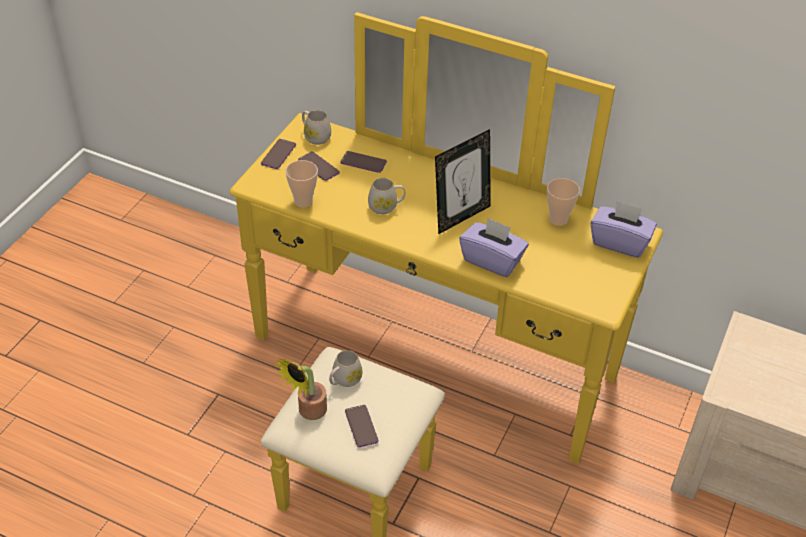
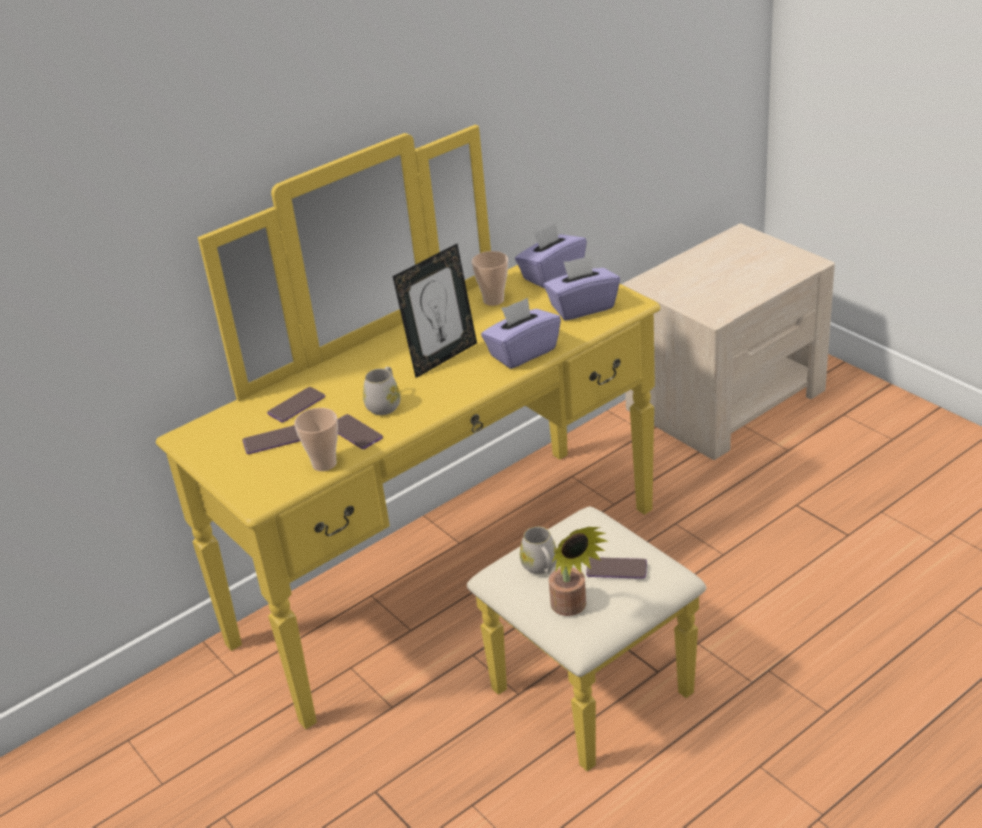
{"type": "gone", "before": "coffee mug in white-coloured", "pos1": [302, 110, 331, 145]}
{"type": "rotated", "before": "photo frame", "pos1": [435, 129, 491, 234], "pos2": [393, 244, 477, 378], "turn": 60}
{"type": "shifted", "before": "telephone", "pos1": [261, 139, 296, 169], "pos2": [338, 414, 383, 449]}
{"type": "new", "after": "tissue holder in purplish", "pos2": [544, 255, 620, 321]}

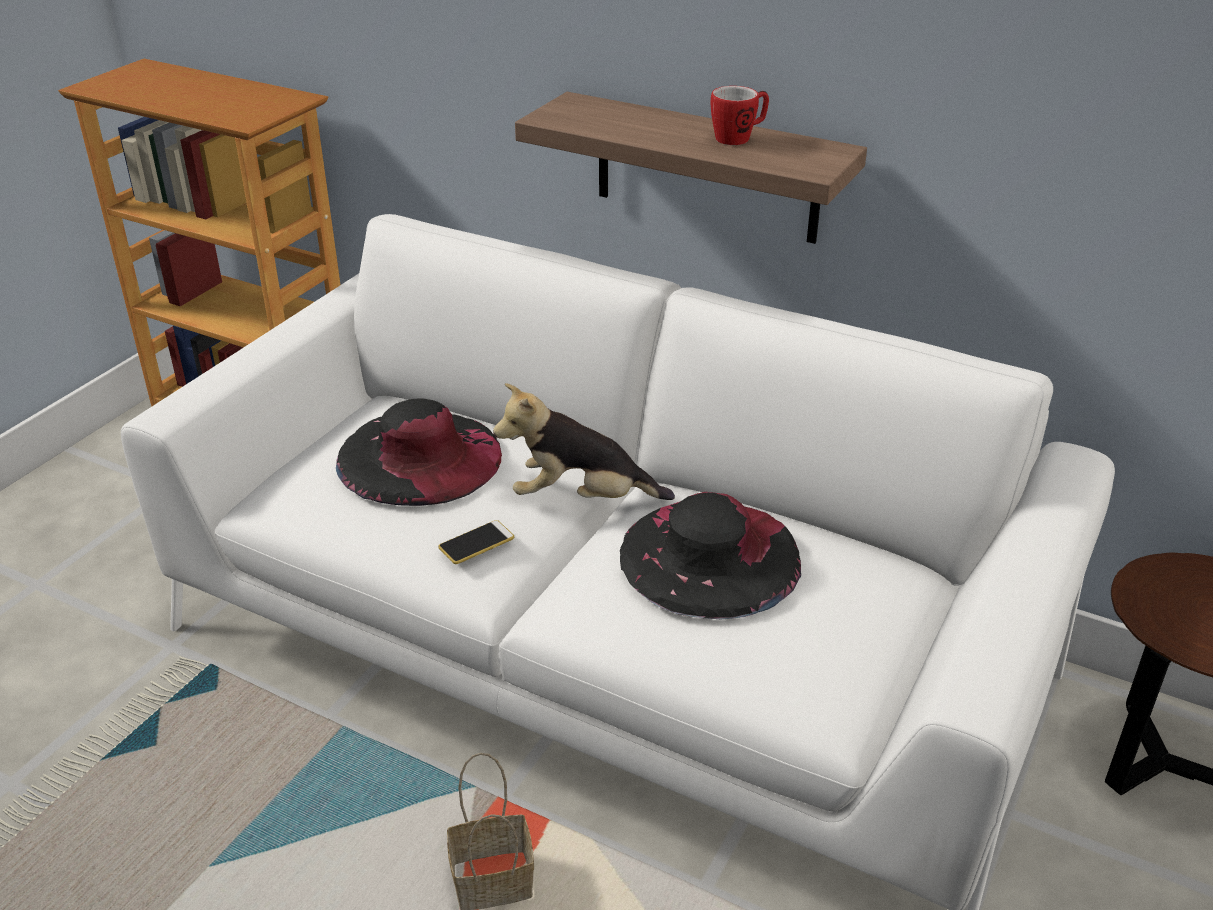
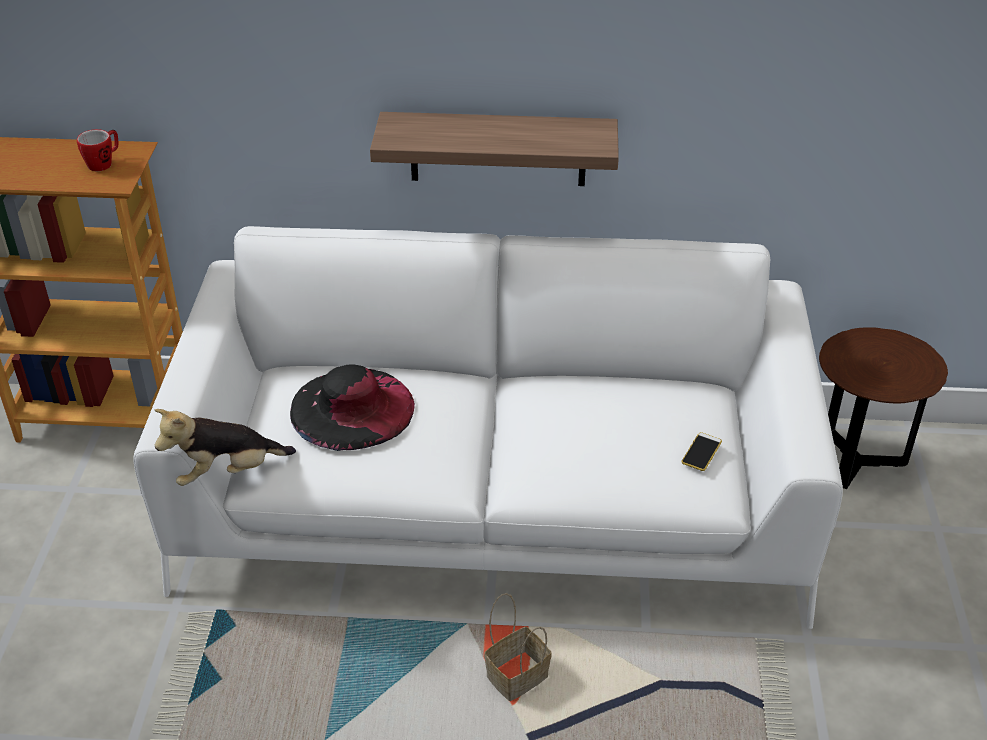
{"type": "shifted", "before": "coffee mug", "pos1": [710, 86, 769, 145], "pos2": [77, 129, 118, 171]}
{"type": "shifted", "before": "plush toy", "pos1": [493, 383, 675, 500], "pos2": [154, 409, 296, 486]}
{"type": "gone", "before": "clothing hat in black-coloured", "pos1": [620, 492, 801, 619]}
{"type": "shifted", "before": "telephone", "pos1": [438, 520, 514, 564], "pos2": [681, 432, 722, 471]}

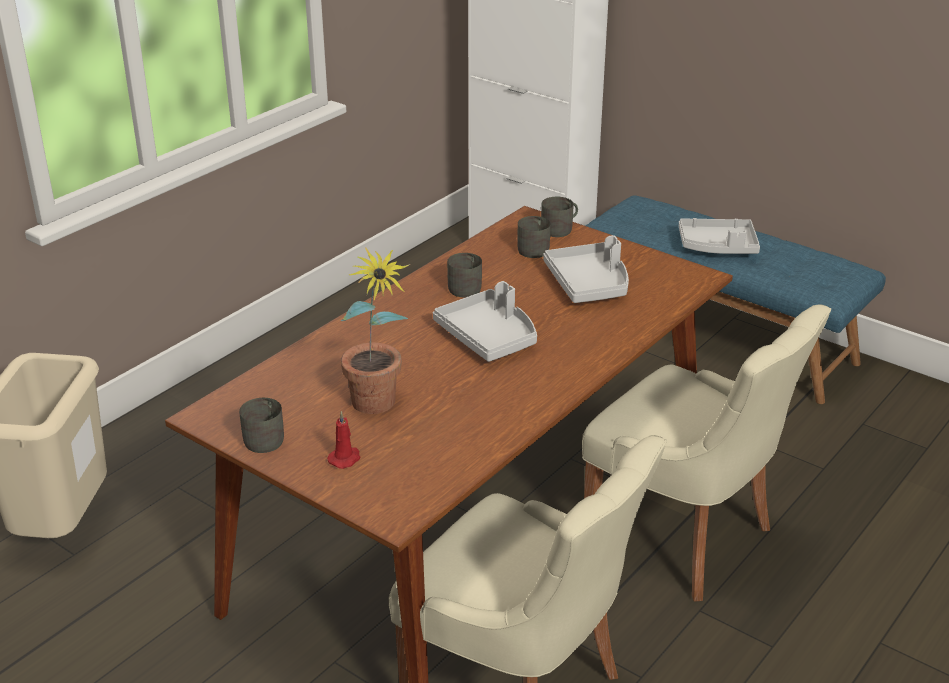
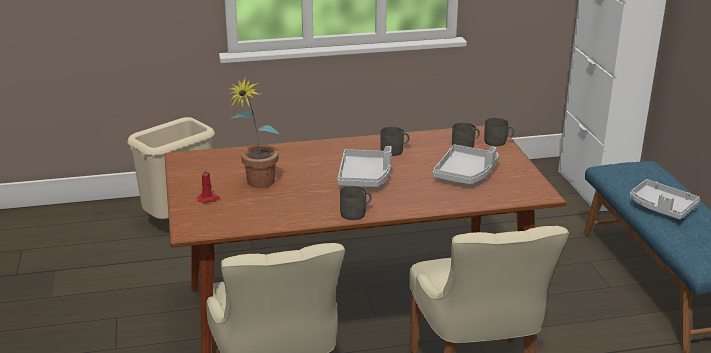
{"type": "shifted", "before": "coffee mug in greyish", "pos1": [239, 398, 284, 453], "pos2": [340, 186, 372, 220]}

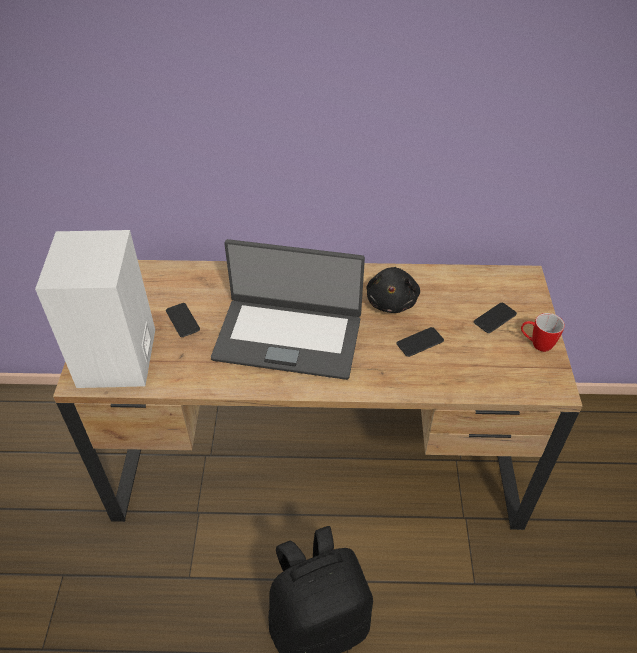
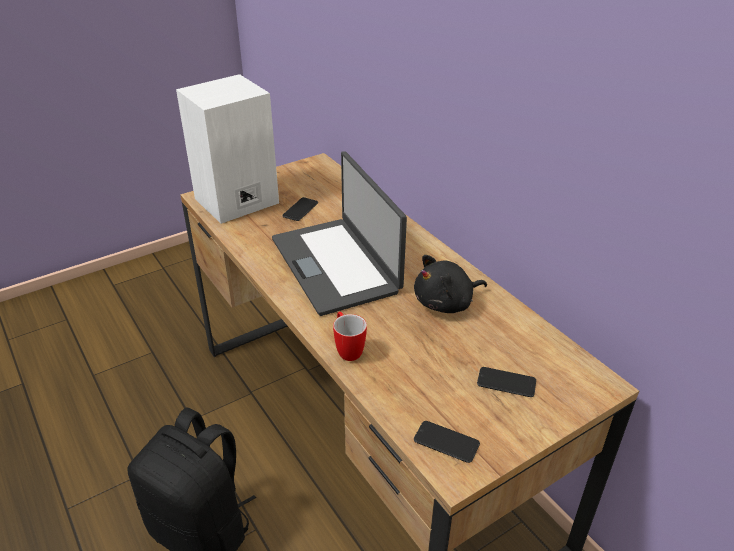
{"type": "shifted", "before": "coffee mug", "pos1": [521, 313, 565, 352], "pos2": [333, 312, 367, 361]}
{"type": "shifted", "before": "telephone", "pos1": [396, 327, 444, 357], "pos2": [414, 421, 480, 463]}

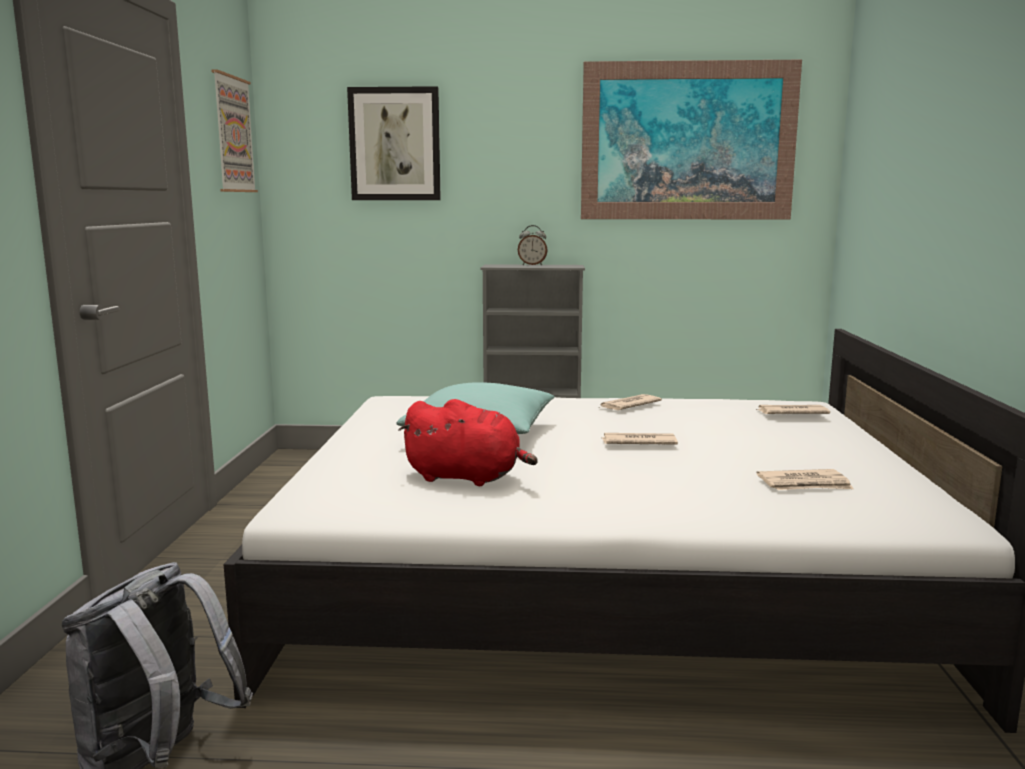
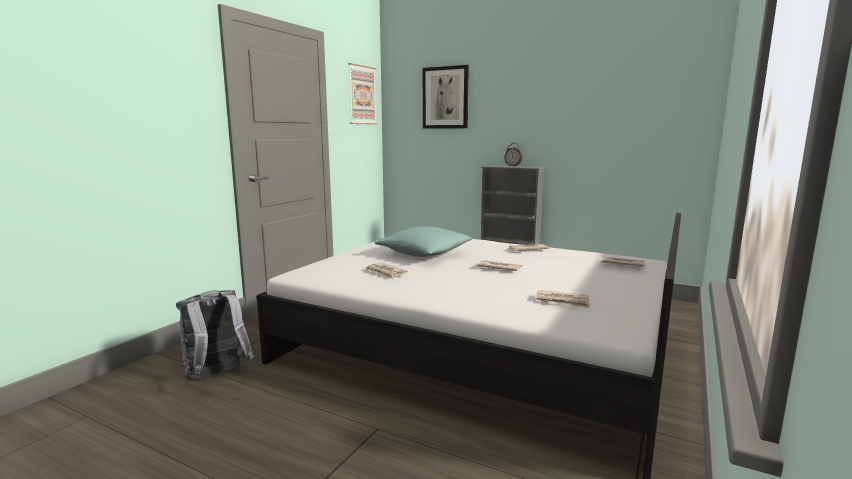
{"type": "gone", "before": "wall picture", "pos1": [581, 60, 802, 219]}
{"type": "swapped", "before": "plush toy in red-coloured", "after": "newspaper", "pos1": [399, 399, 538, 486], "pos2": [366, 262, 408, 279]}

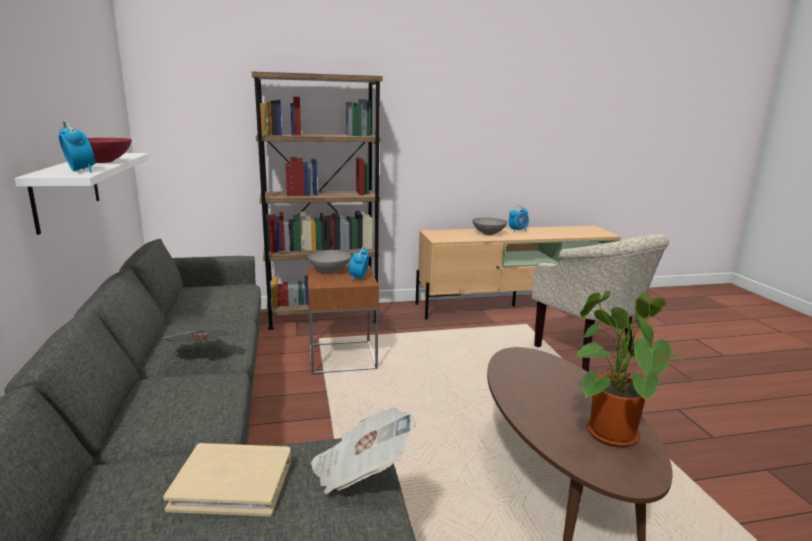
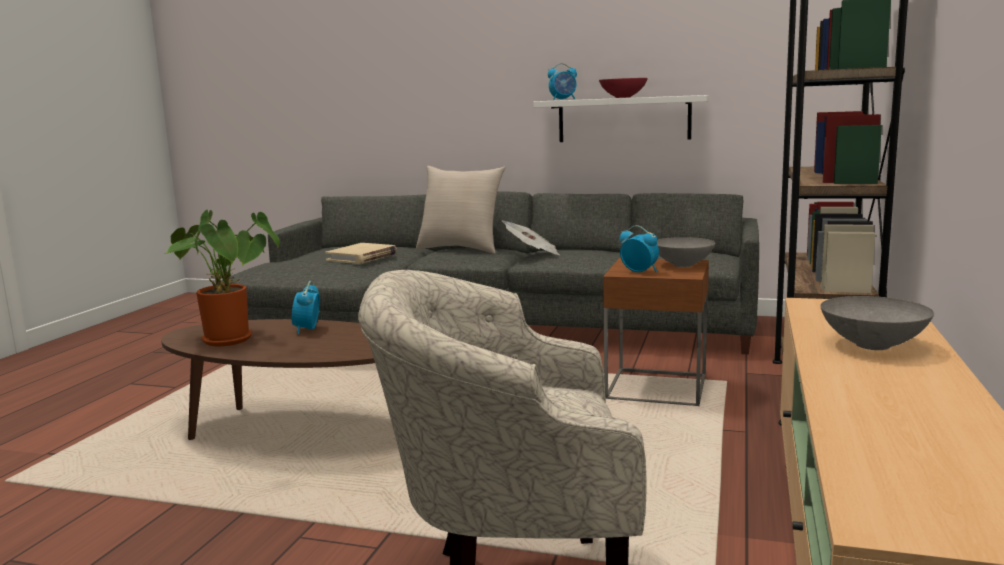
{"type": "shifted", "before": "alarm clock", "pos1": [509, 205, 529, 232], "pos2": [291, 281, 320, 334]}
{"type": "gone", "before": "newspaper", "pos1": [311, 407, 416, 494]}
{"type": "new", "after": "pillow in sand-coloured", "pos2": [416, 166, 505, 254]}

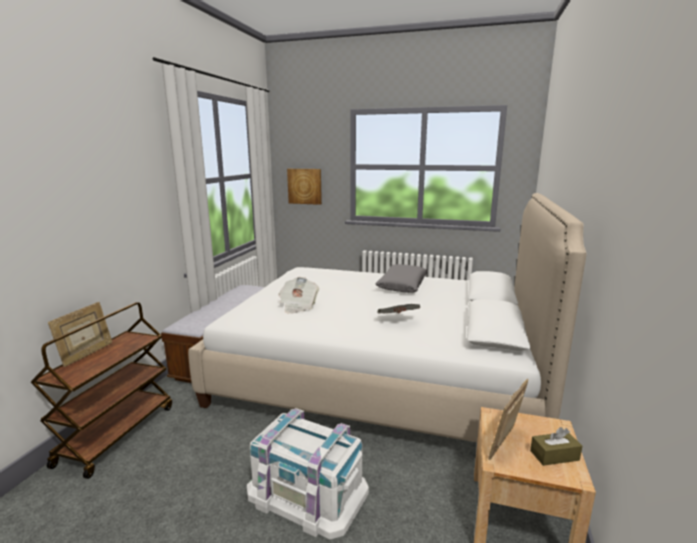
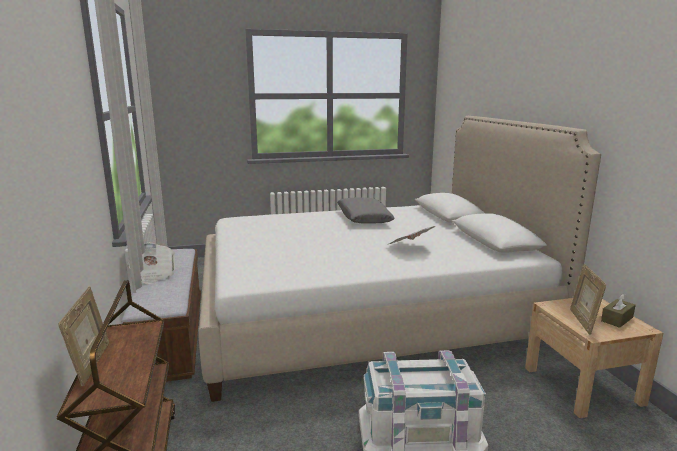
{"type": "gone", "before": "wall picture", "pos1": [287, 169, 322, 205]}
{"type": "shifted", "before": "newspaper", "pos1": [278, 277, 319, 314], "pos2": [127, 242, 175, 284]}

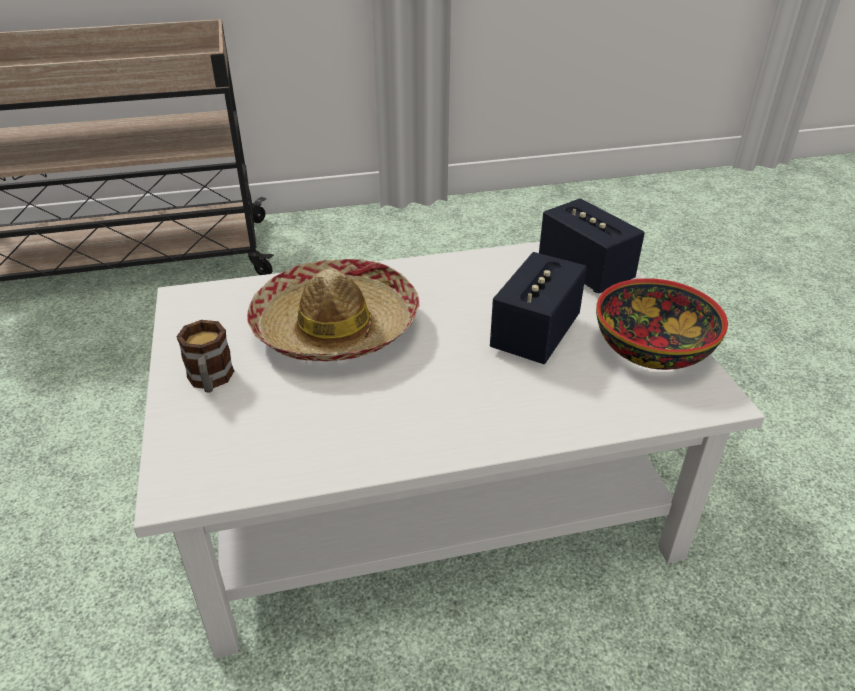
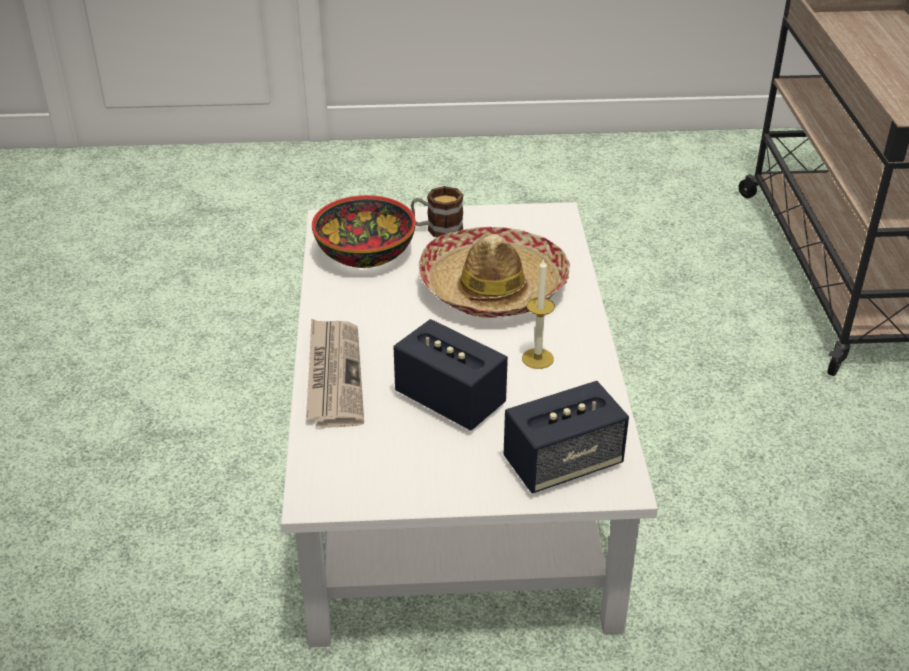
{"type": "shifted", "before": "deep dish", "pos1": [596, 278, 728, 370], "pos2": [312, 195, 416, 268]}
{"type": "new", "after": "wax candle", "pos2": [522, 258, 555, 369]}
{"type": "new", "after": "newspaper", "pos2": [306, 318, 364, 428]}

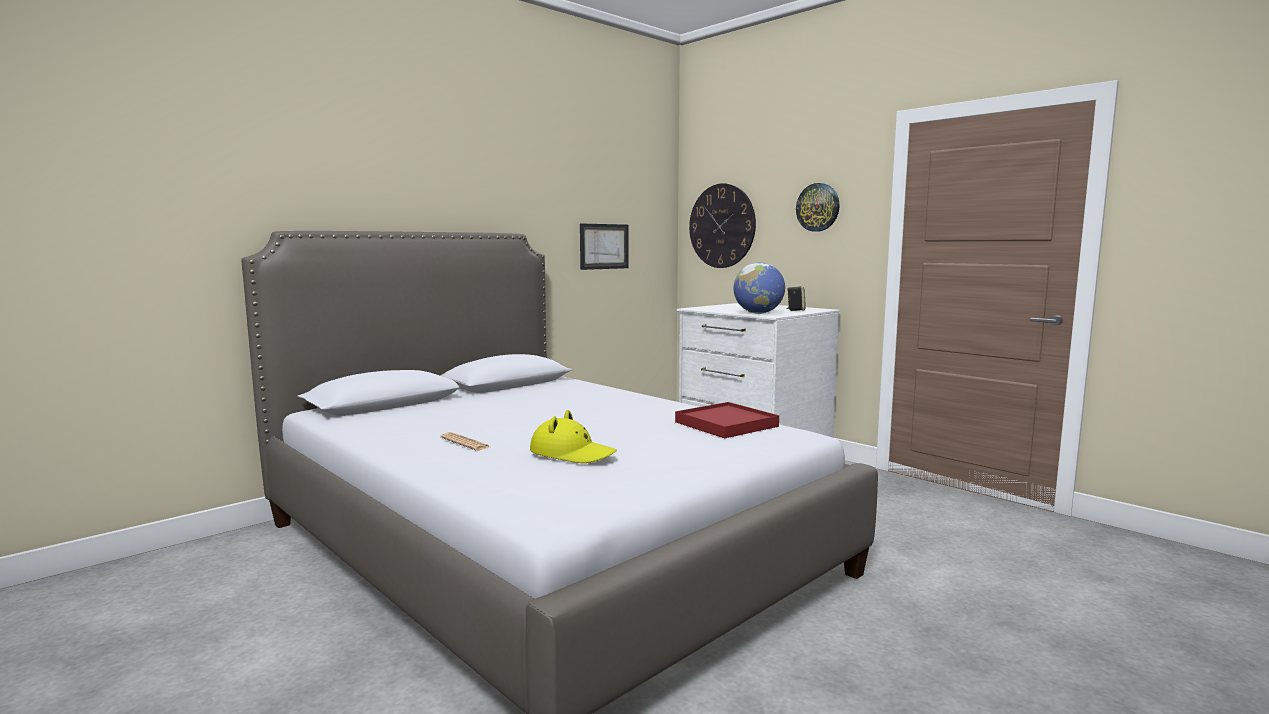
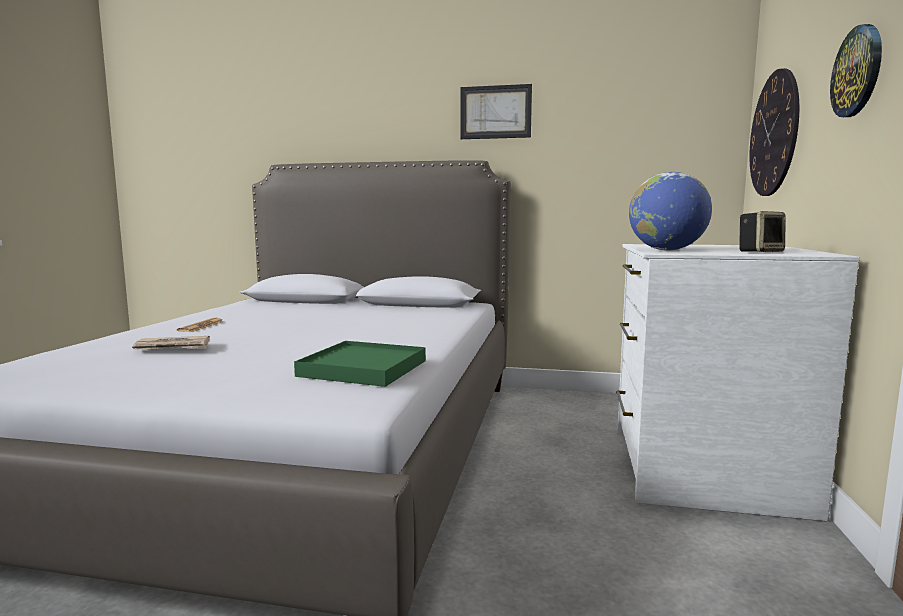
{"type": "shifted", "before": "wall picture", "pos1": [580, 223, 629, 270], "pos2": [460, 84, 532, 139]}
{"type": "repainted", "before": "tray in red-coloured", "after": "tray in green", "pos1": [675, 402, 779, 438], "pos2": [294, 341, 426, 387]}
{"type": "swapped", "before": "clothing hat in yellow-coloured", "after": "newspaper", "pos1": [530, 410, 617, 463], "pos2": [132, 336, 210, 350]}

